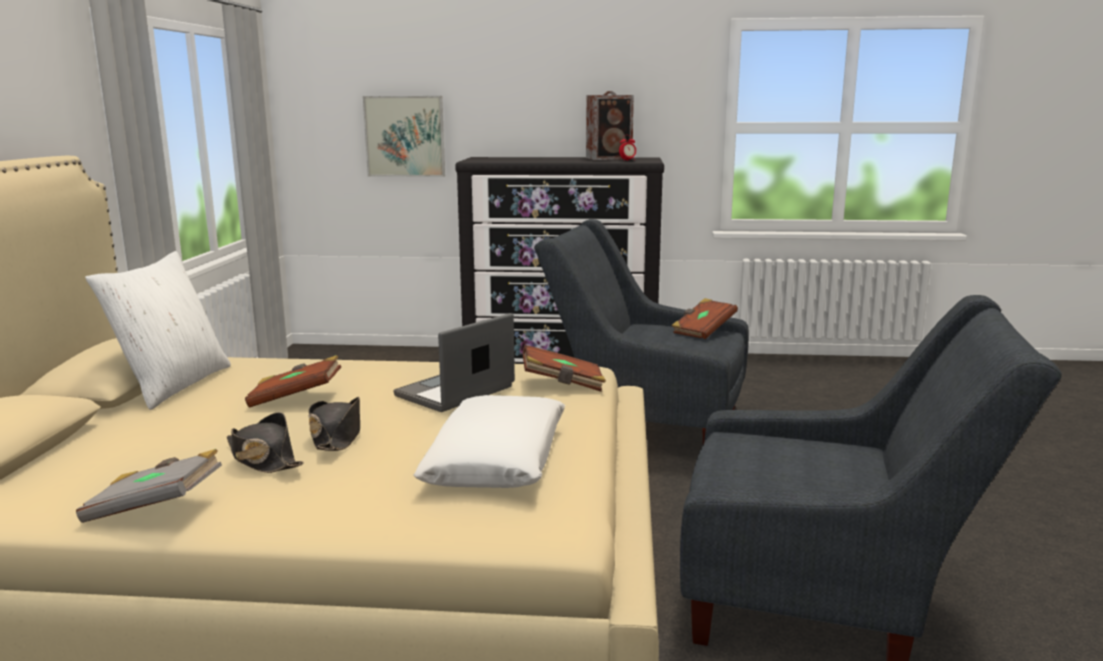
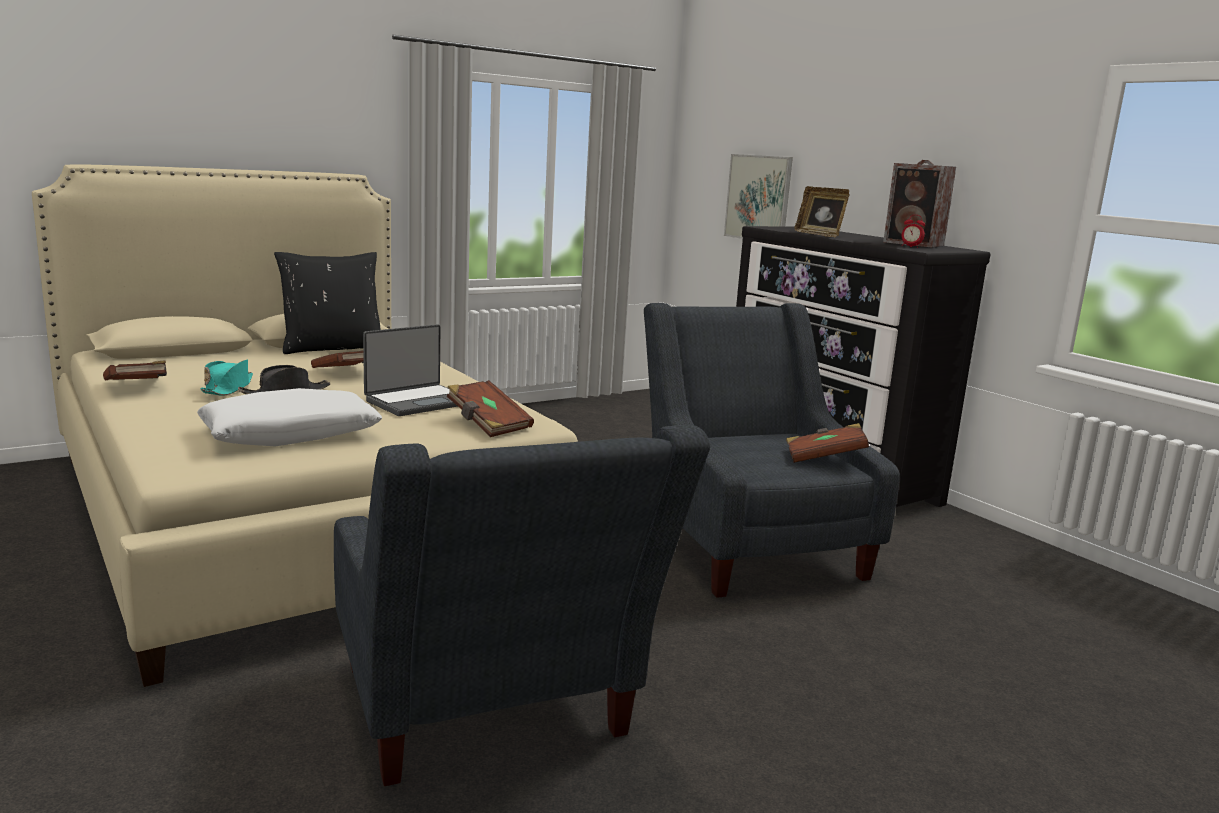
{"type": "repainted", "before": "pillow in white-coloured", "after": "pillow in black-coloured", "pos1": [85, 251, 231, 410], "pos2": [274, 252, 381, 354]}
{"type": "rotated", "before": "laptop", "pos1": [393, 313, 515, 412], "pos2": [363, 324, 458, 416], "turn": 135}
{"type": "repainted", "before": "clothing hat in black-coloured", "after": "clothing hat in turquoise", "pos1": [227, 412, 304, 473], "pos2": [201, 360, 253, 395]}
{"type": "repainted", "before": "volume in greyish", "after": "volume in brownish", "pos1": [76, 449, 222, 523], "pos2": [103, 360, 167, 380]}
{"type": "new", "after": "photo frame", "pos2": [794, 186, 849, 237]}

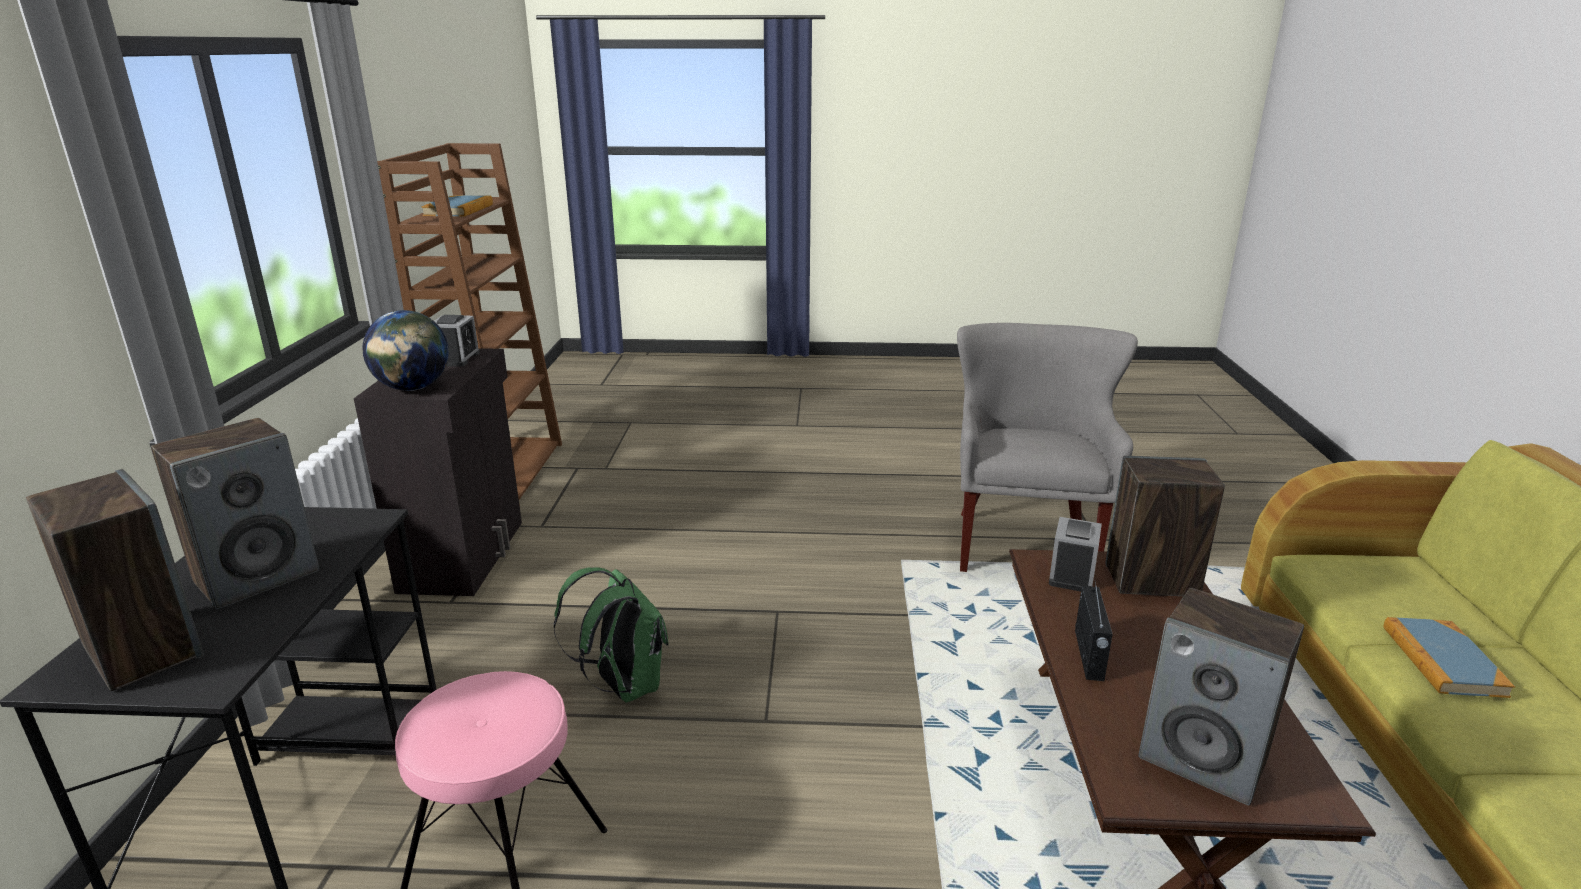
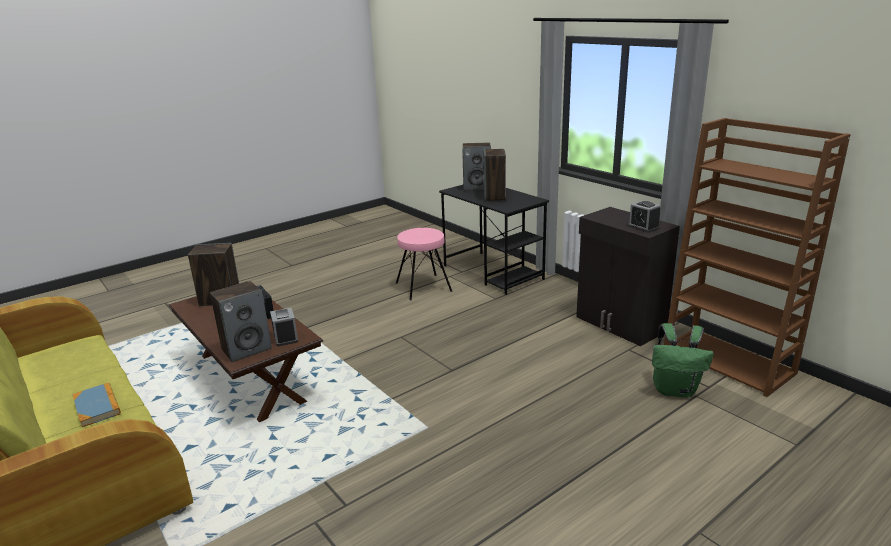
{"type": "gone", "before": "volume", "pos1": [421, 195, 493, 217]}
{"type": "gone", "before": "world globe", "pos1": [362, 310, 449, 391]}
{"type": "gone", "before": "armchair in greyish", "pos1": [957, 323, 1138, 572]}
{"type": "shifted", "before": "rucksack in green", "pos1": [554, 567, 669, 703], "pos2": [652, 323, 714, 397]}

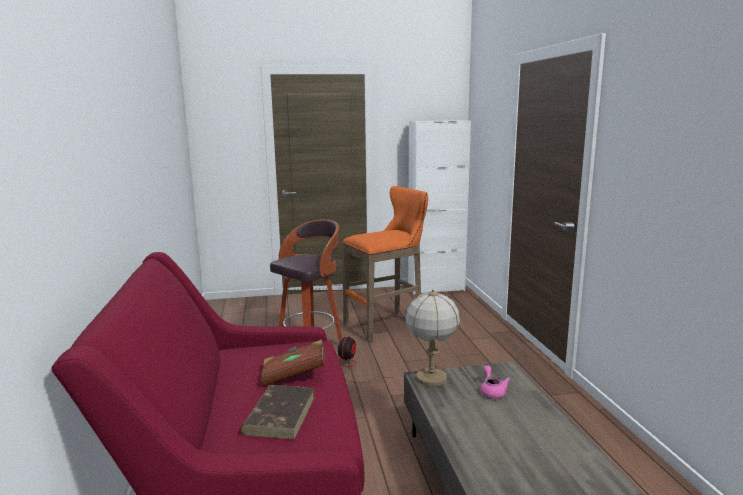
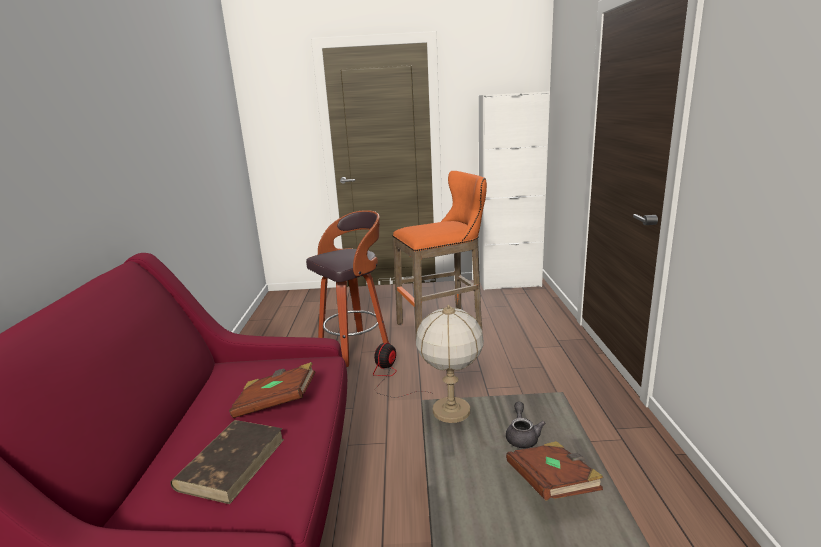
{"type": "repainted", "before": "teapot in pinkish", "after": "teapot in greyish", "pos1": [480, 365, 510, 399], "pos2": [506, 402, 545, 448]}
{"type": "new", "after": "volume in brownish", "pos2": [506, 441, 603, 501]}

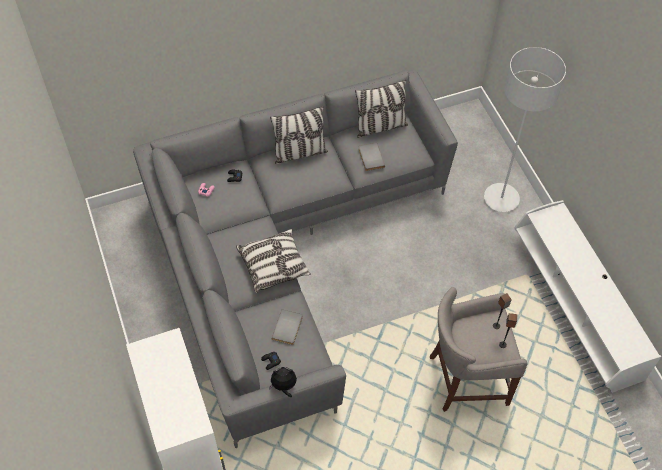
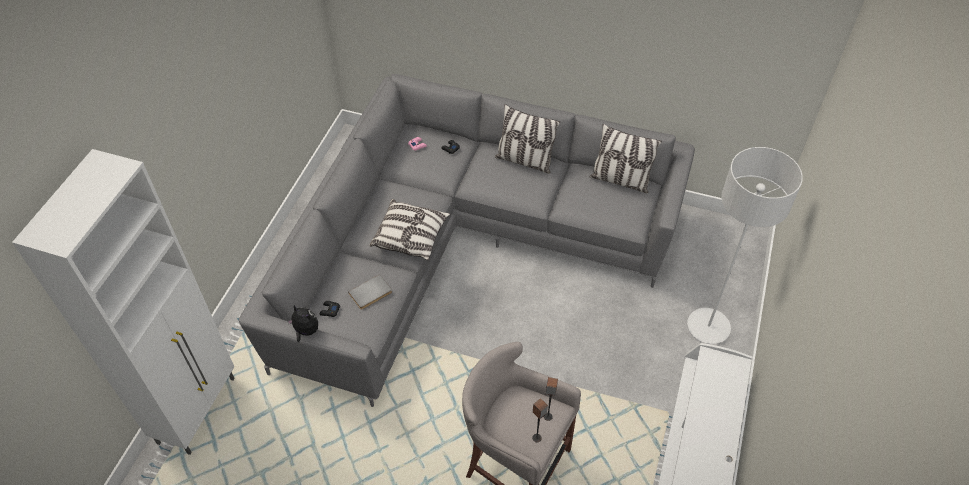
{"type": "gone", "before": "volume in greyish", "pos1": [358, 143, 385, 171]}

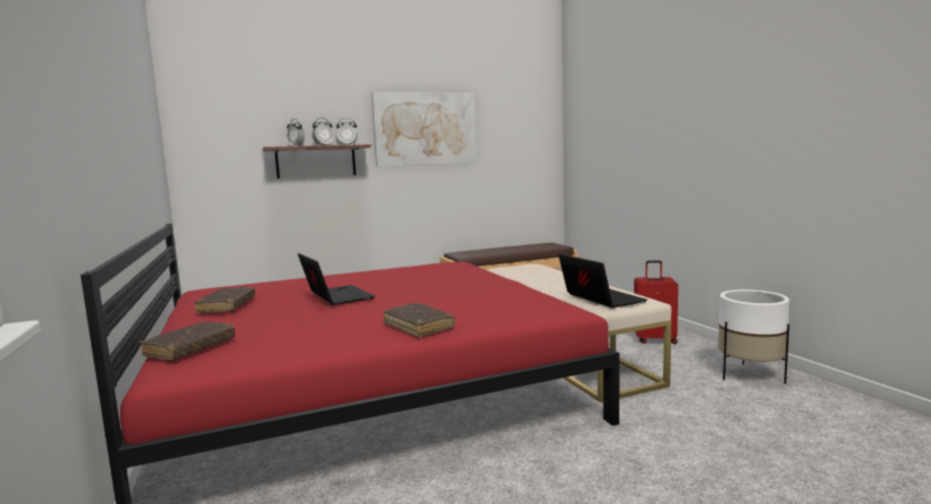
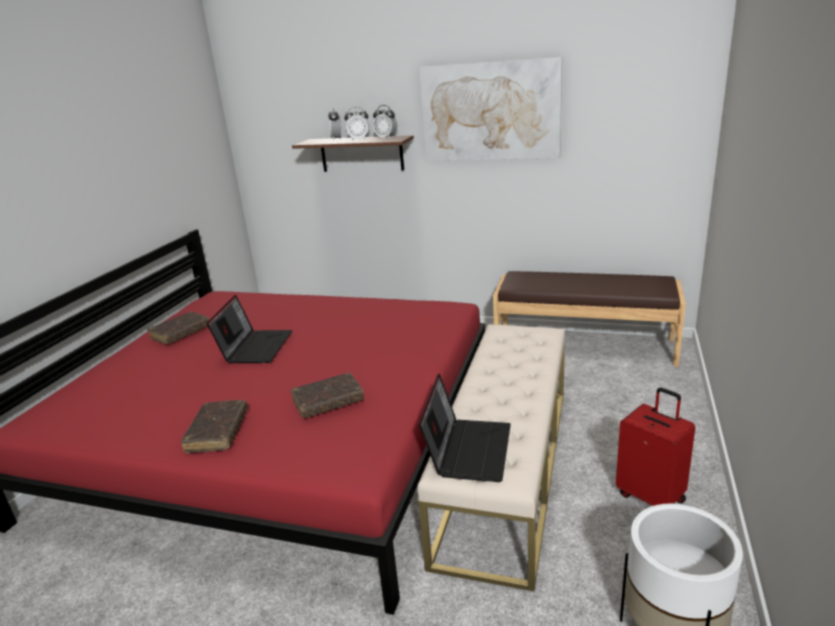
{"type": "shifted", "before": "volume in brownish", "pos1": [140, 322, 235, 360], "pos2": [290, 373, 364, 418]}

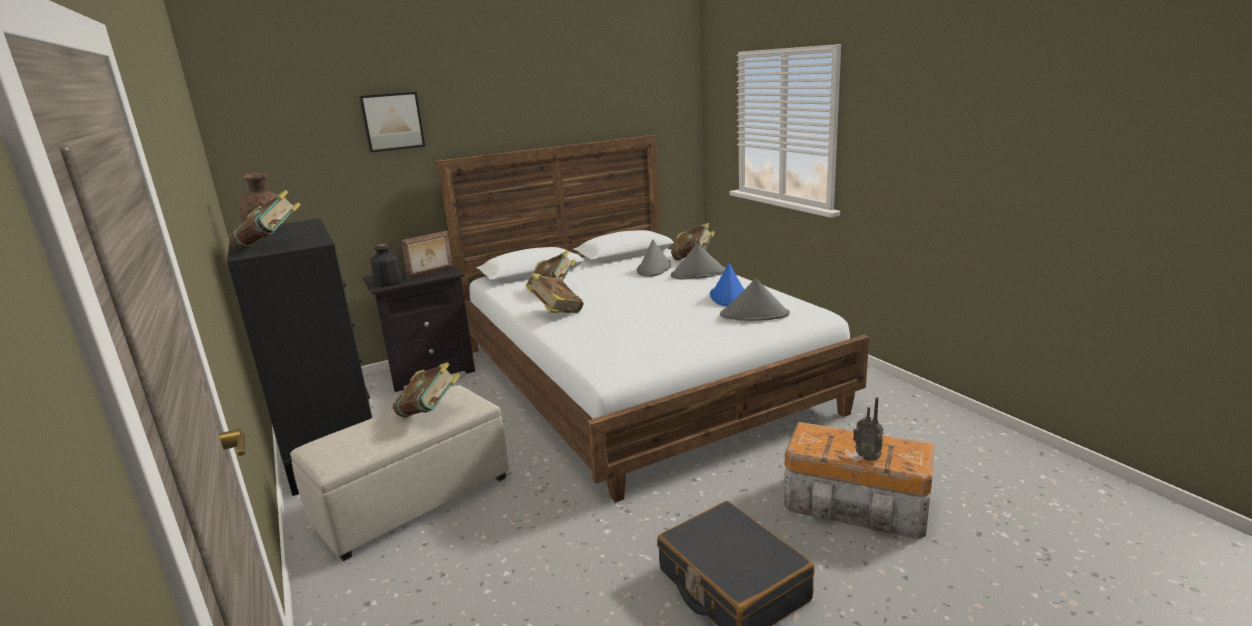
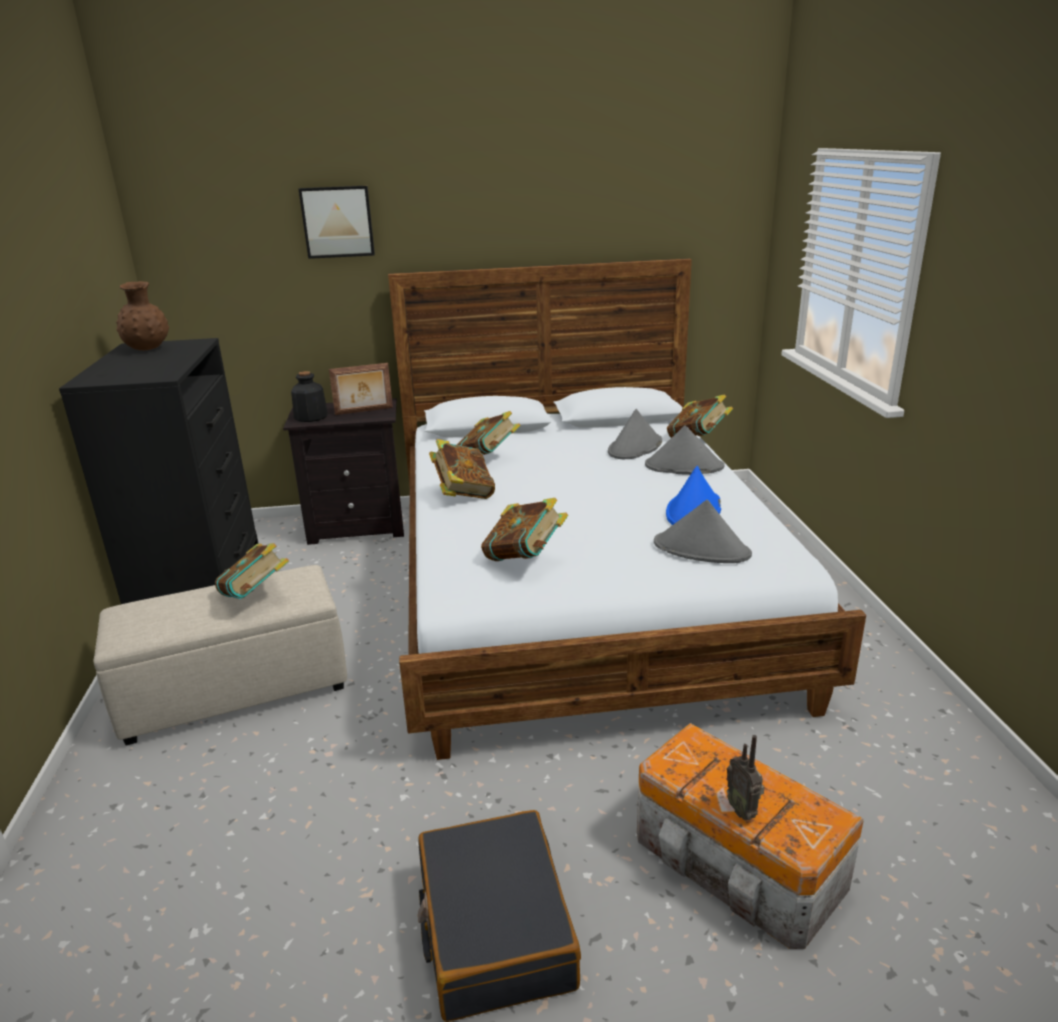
{"type": "shifted", "before": "volume", "pos1": [229, 190, 301, 250], "pos2": [481, 498, 568, 561]}

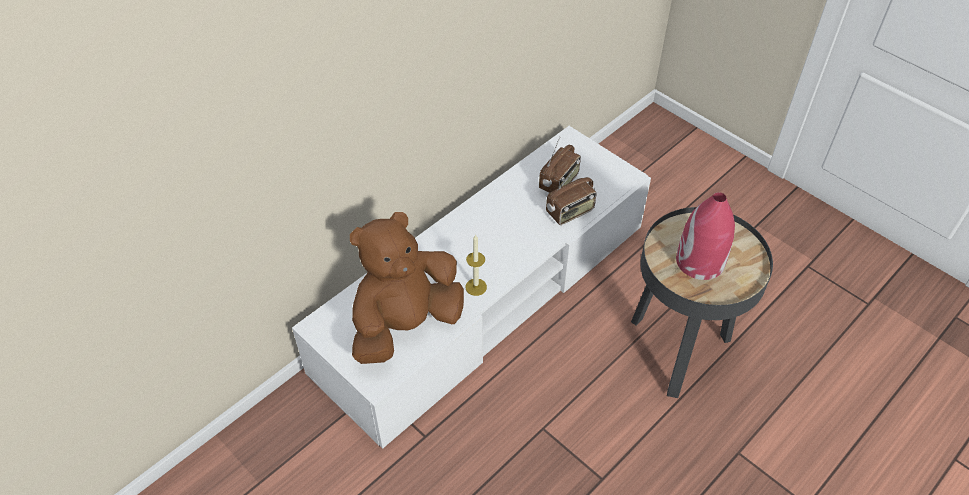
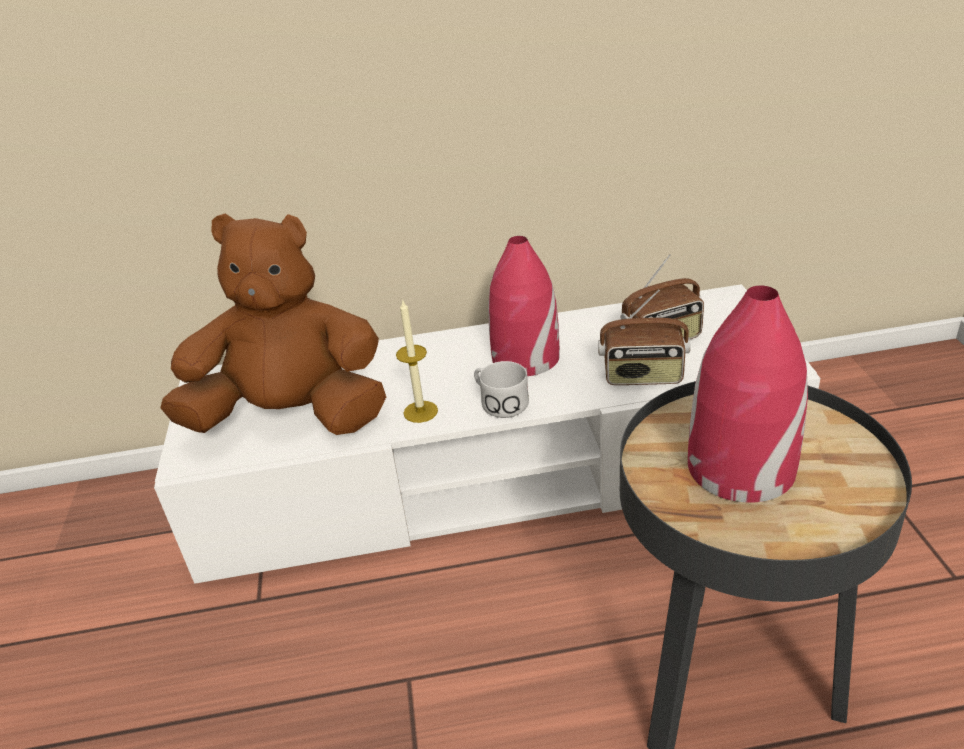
{"type": "new", "after": "vase in red-coloured", "pos2": [488, 236, 560, 376]}
{"type": "new", "after": "coffee mug in white-coloured", "pos2": [474, 361, 529, 418]}

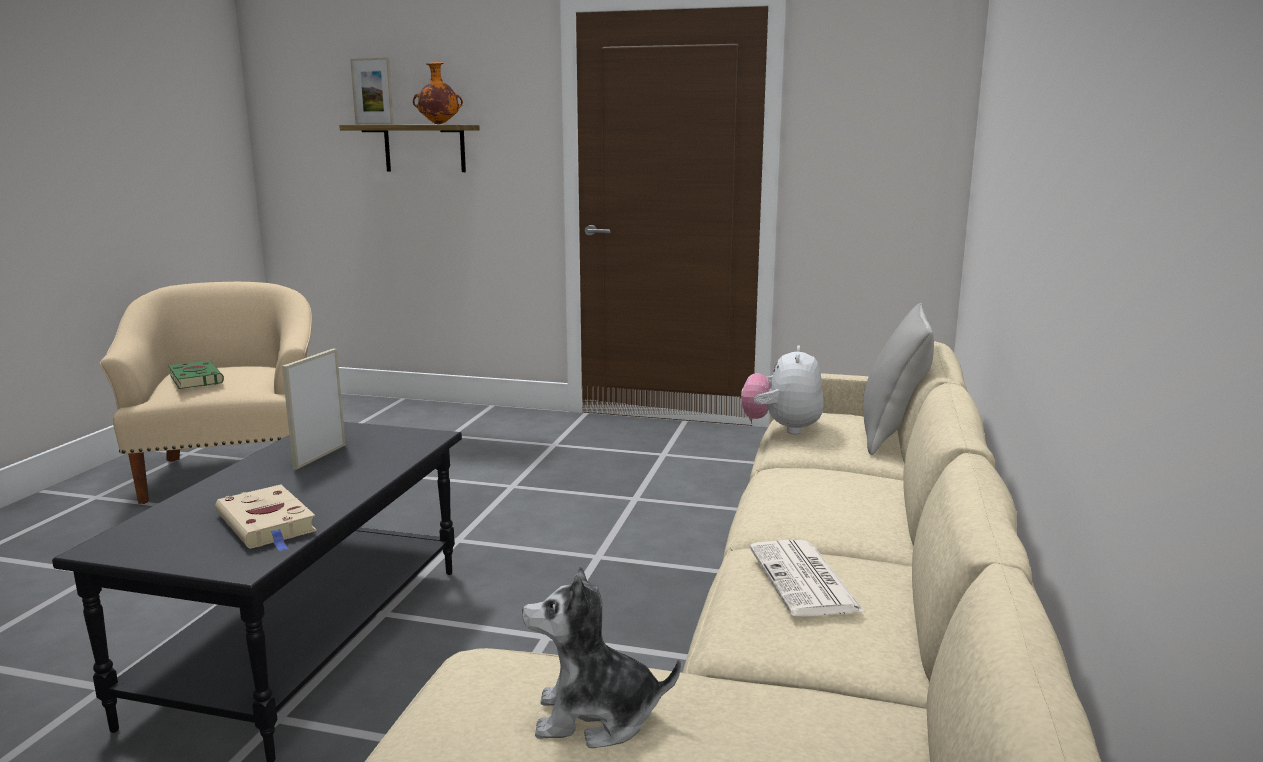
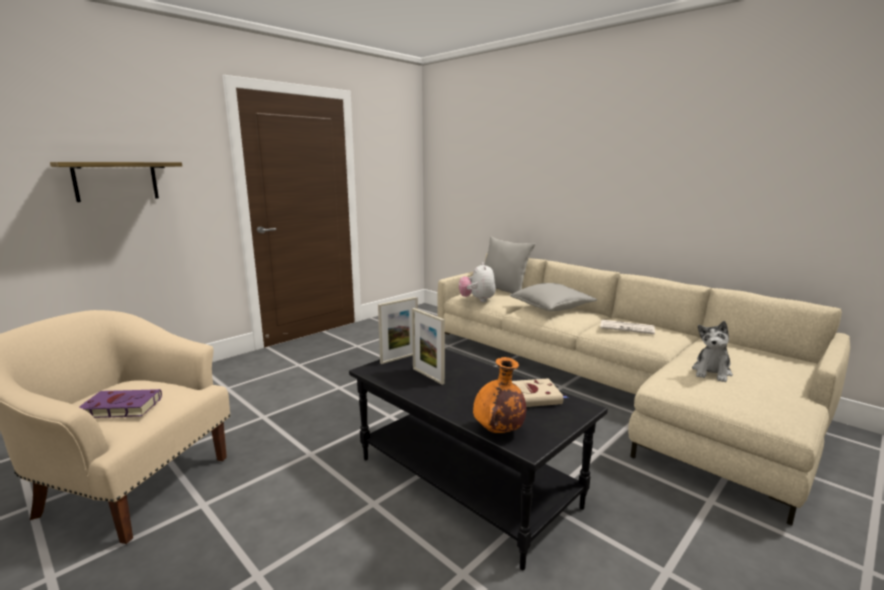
{"type": "shifted", "before": "photo frame", "pos1": [350, 57, 394, 125], "pos2": [378, 297, 418, 364]}
{"type": "shifted", "before": "vase in orange-coloured", "pos1": [413, 62, 463, 125], "pos2": [473, 357, 526, 433]}
{"type": "rotated", "before": "plush toy", "pos1": [741, 345, 824, 434], "pos2": [459, 262, 496, 302], "turn": 45}
{"type": "repainted", "before": "volume in green", "after": "volume in purplish", "pos1": [169, 360, 224, 389], "pos2": [79, 389, 162, 418]}
{"type": "new", "after": "pillow in greyish", "pos2": [510, 283, 597, 311]}

